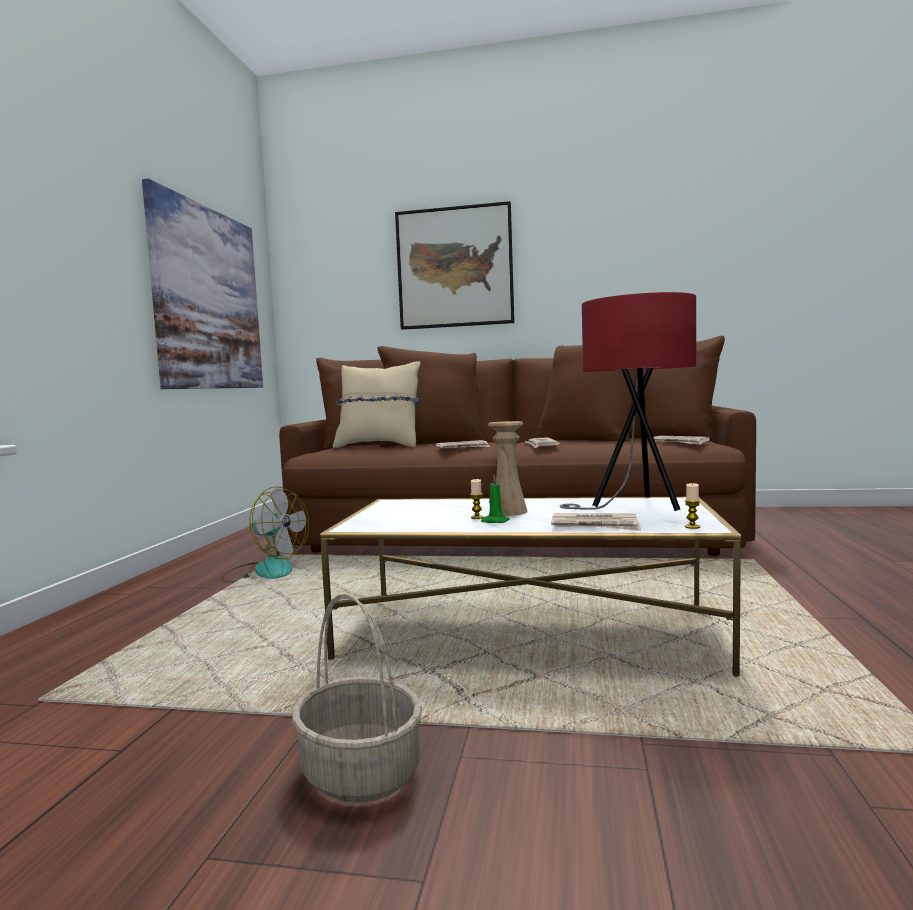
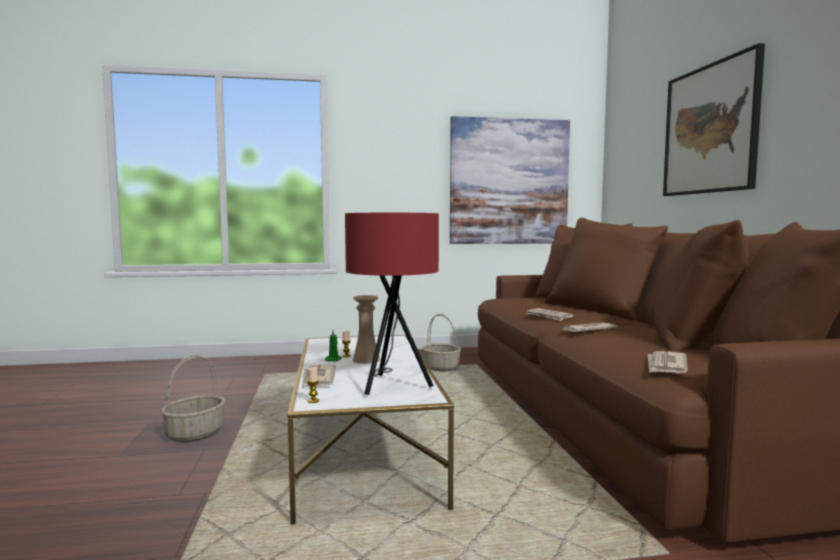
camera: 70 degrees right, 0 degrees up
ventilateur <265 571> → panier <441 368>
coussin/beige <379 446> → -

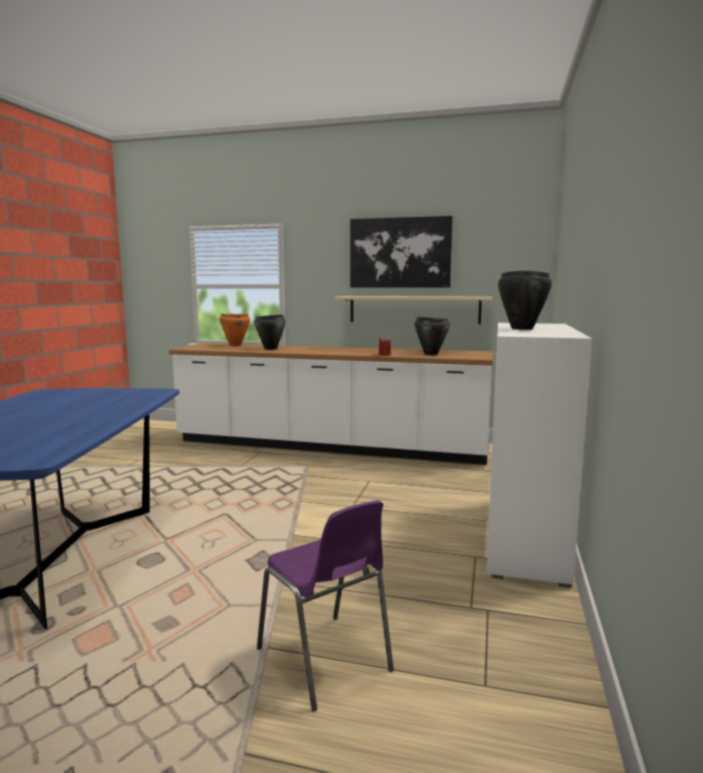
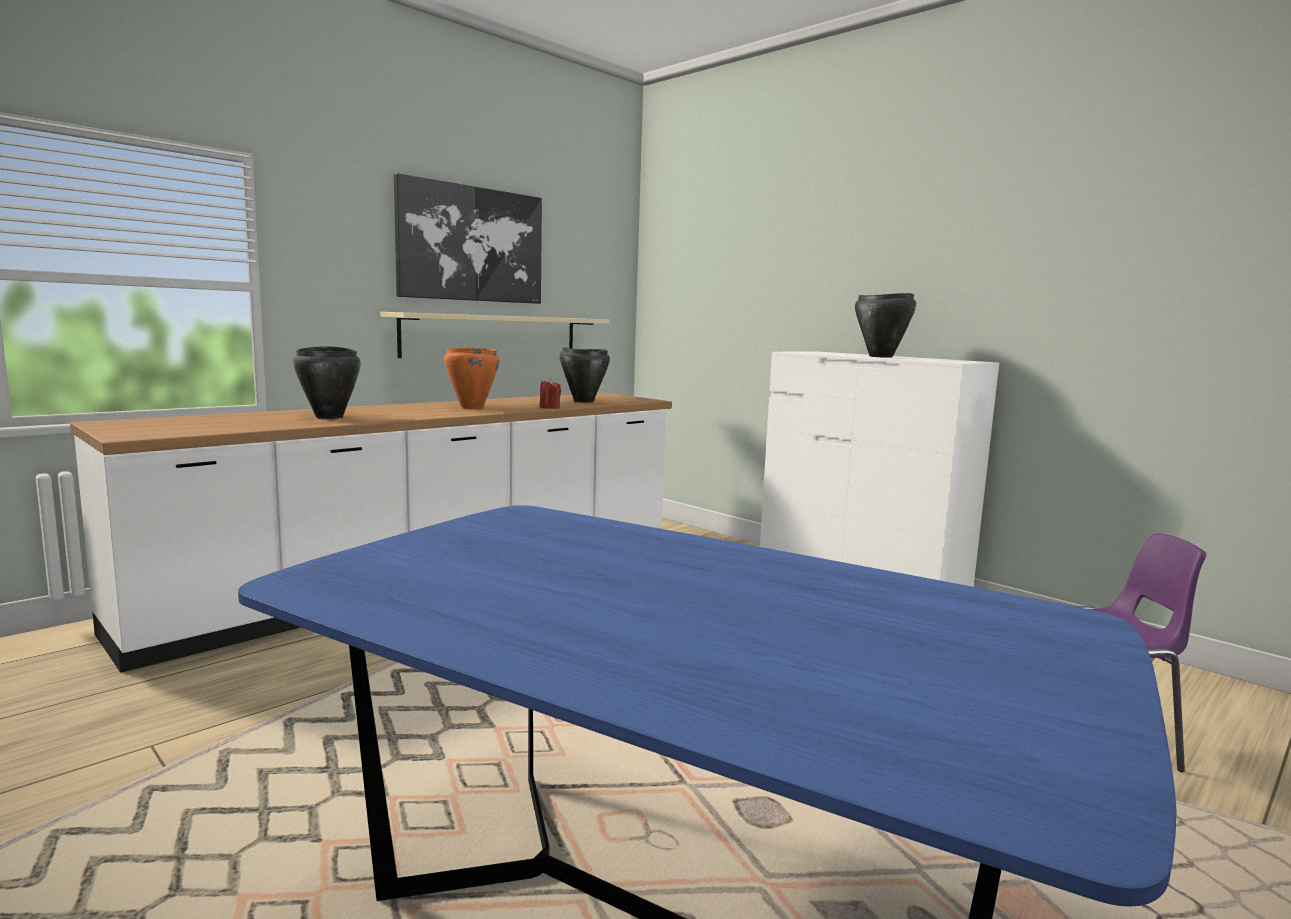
camera: 60 degrees left, 0 degrees up
marmite/orange <235 345> → marmite/orange <471 407>, moved

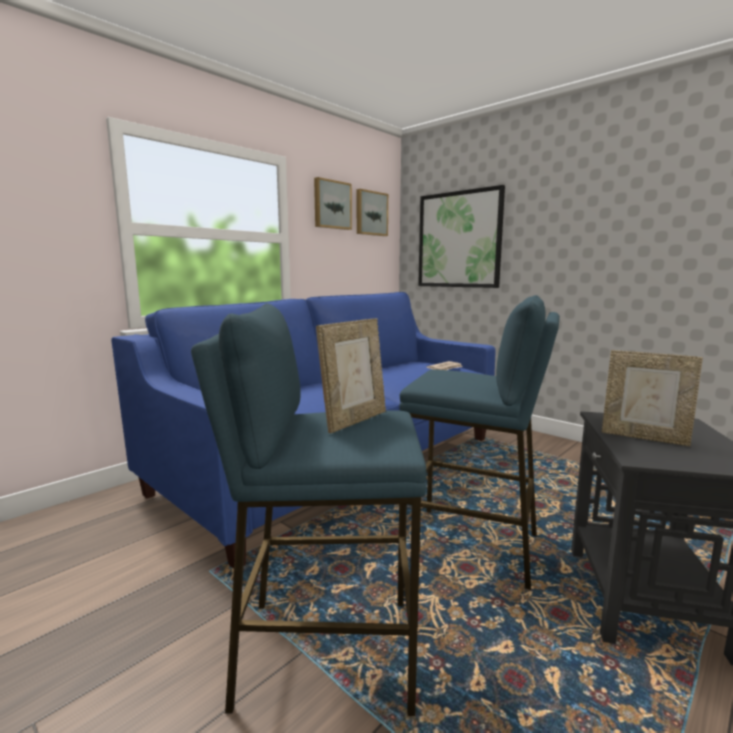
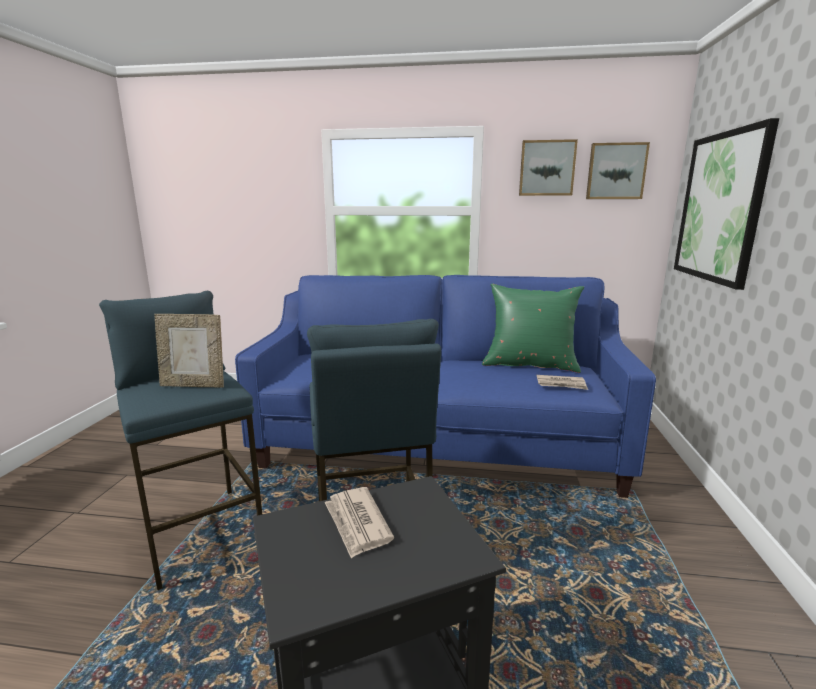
camera: 55 degrees right, 5 degrees up
cadre photo <644 437> → journal <357 523>
- → coussin/vert <530 364>

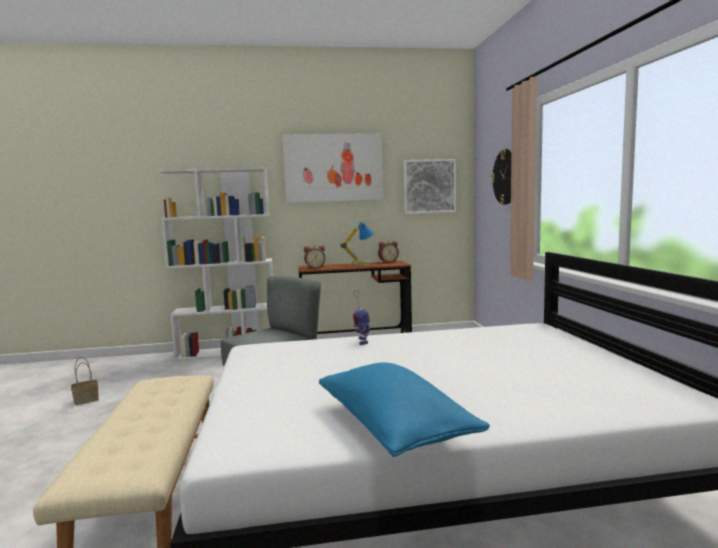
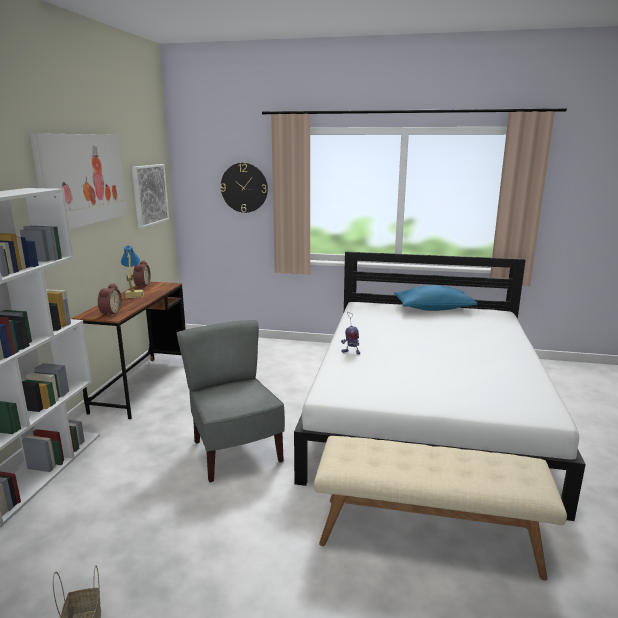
camera: 70 degrees left, 10 degrees up
coussin/bleu <393 427> → coussin/bleu <433 309>, moved

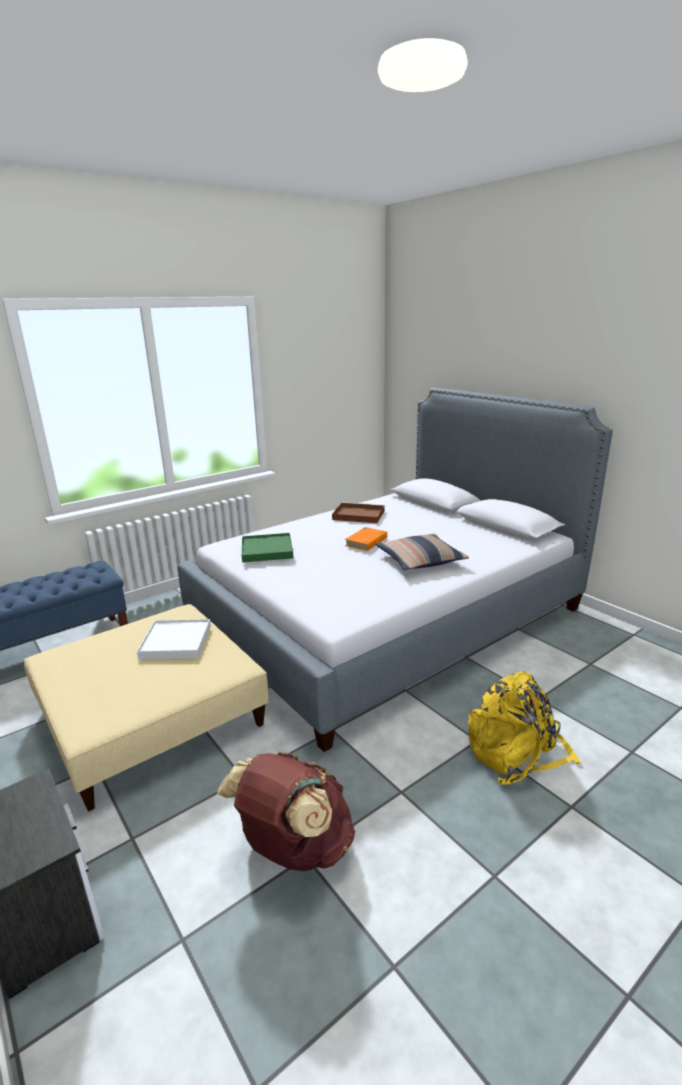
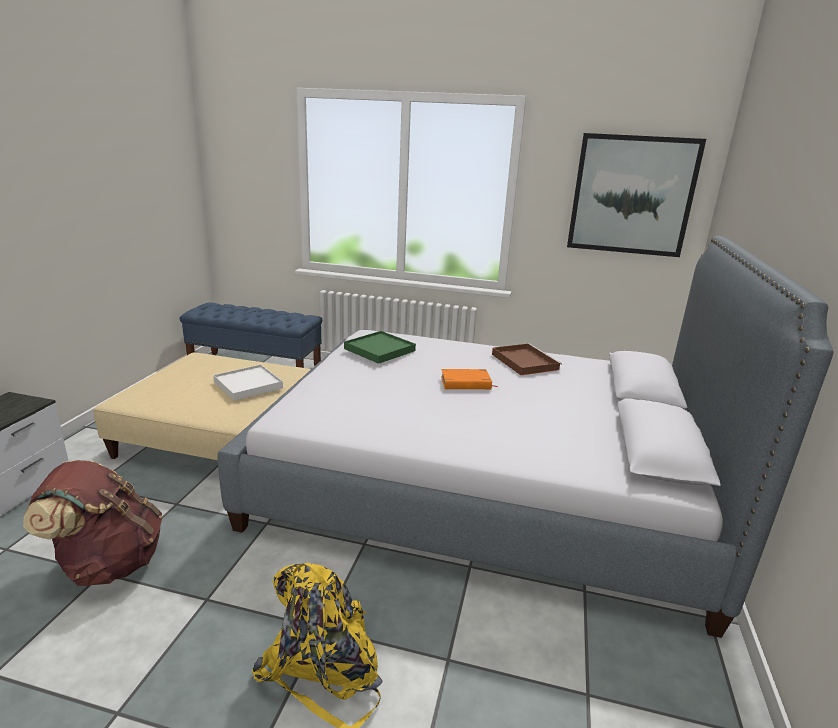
camera: 50 degrees right, 0 degrees up
coussin <420 560> → -
- → tableau <632 195>

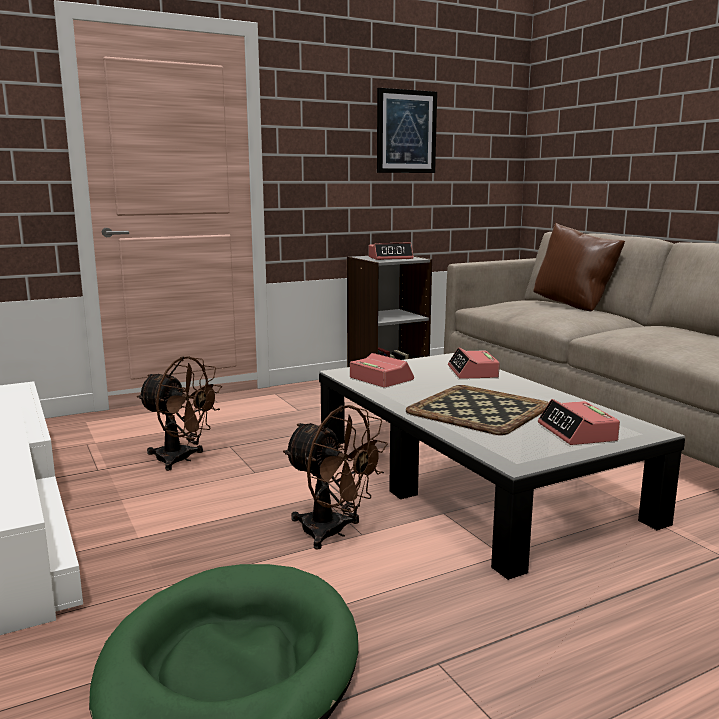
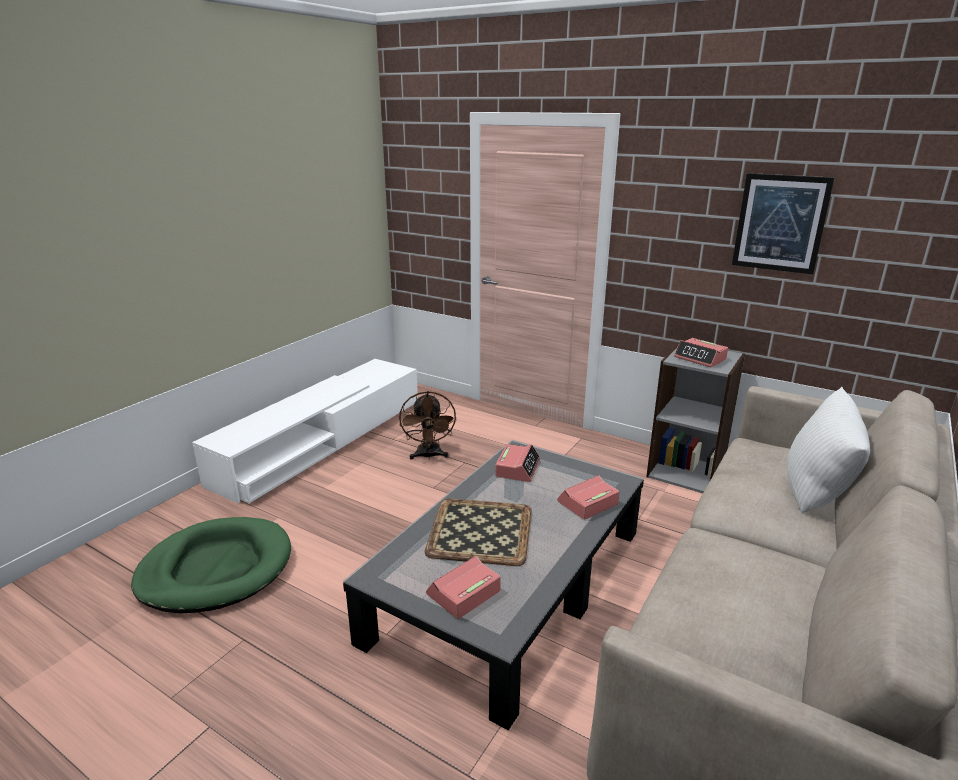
camera: 60 degrees right, 10 degrees up
ventilateur/marron <333 533> → -
coussin/marron <573 306> → coussin/blanc <817 496>

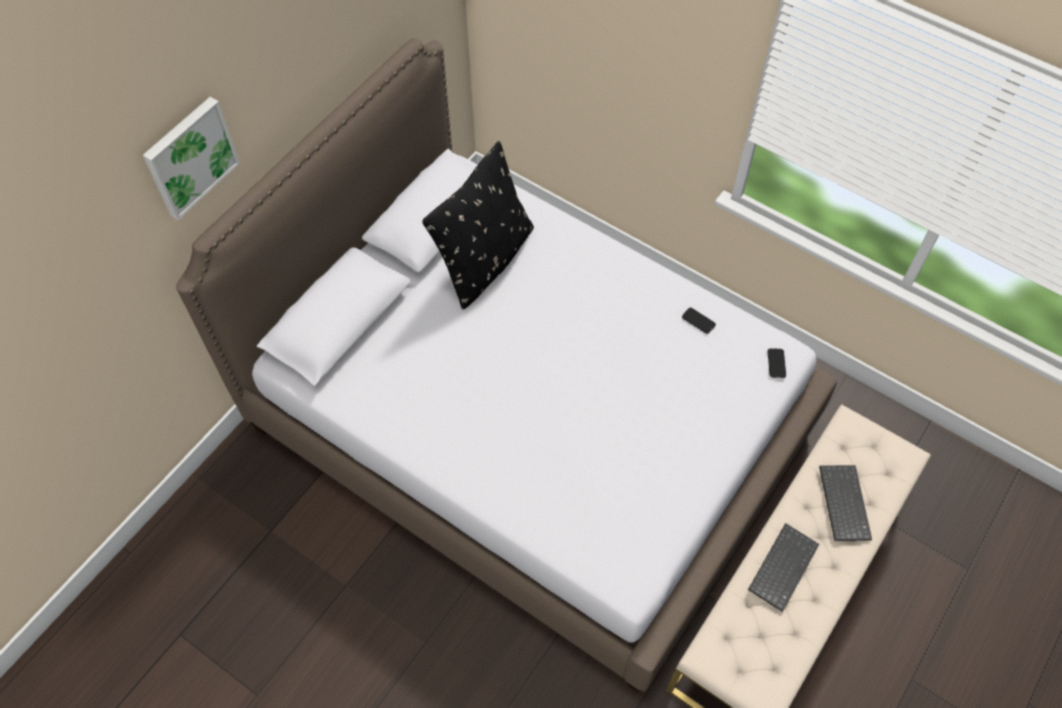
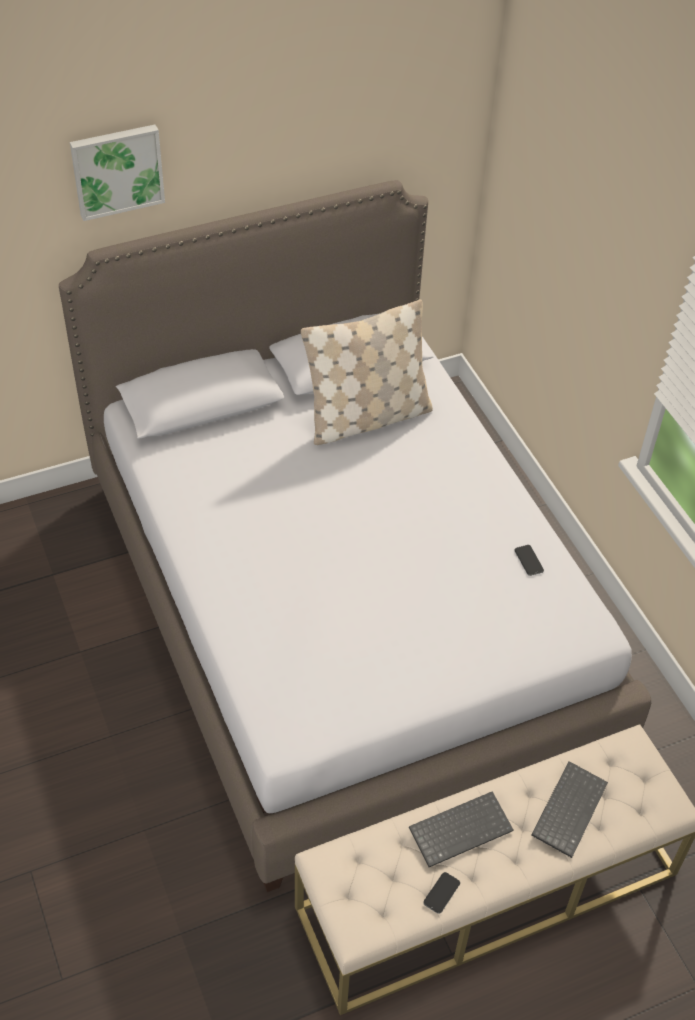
camera: 30 degrees right, 10 degrees down
coussin/noir <486 261> → coussin/beige <367 417>
téléphone <776 363> → téléphone <441 893>, moved

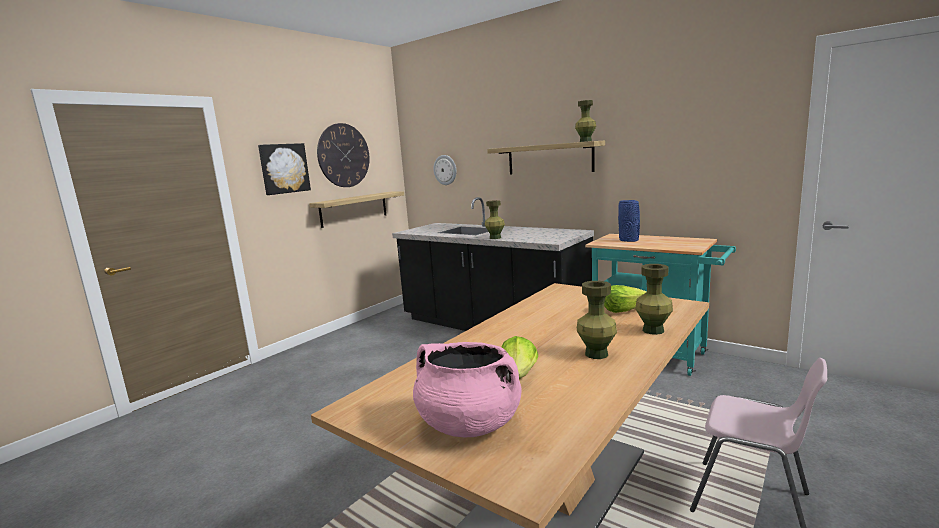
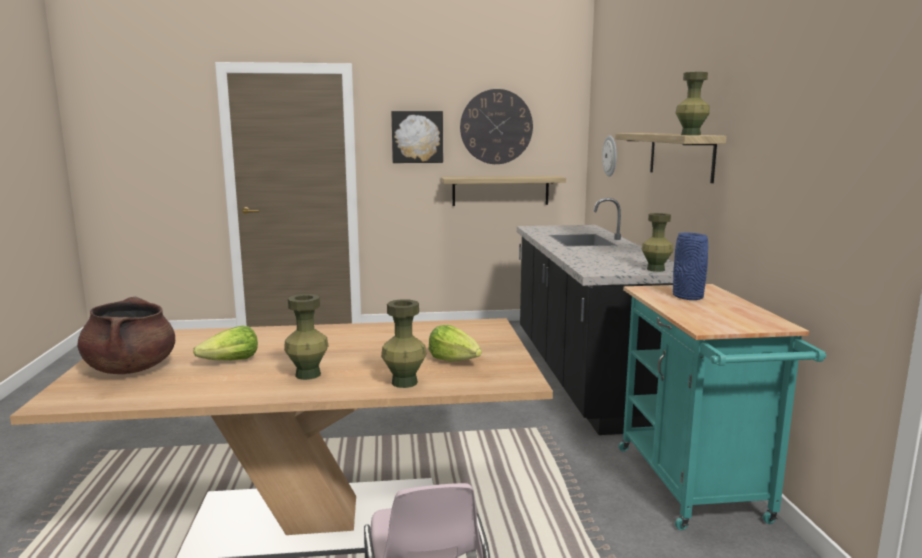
camera: 45 degrees right, 0 degrees up
marmite/rose <468 424> → marmite/marron <131 368>
vase/vert <495 238> → vase/vert <656 269>, moved

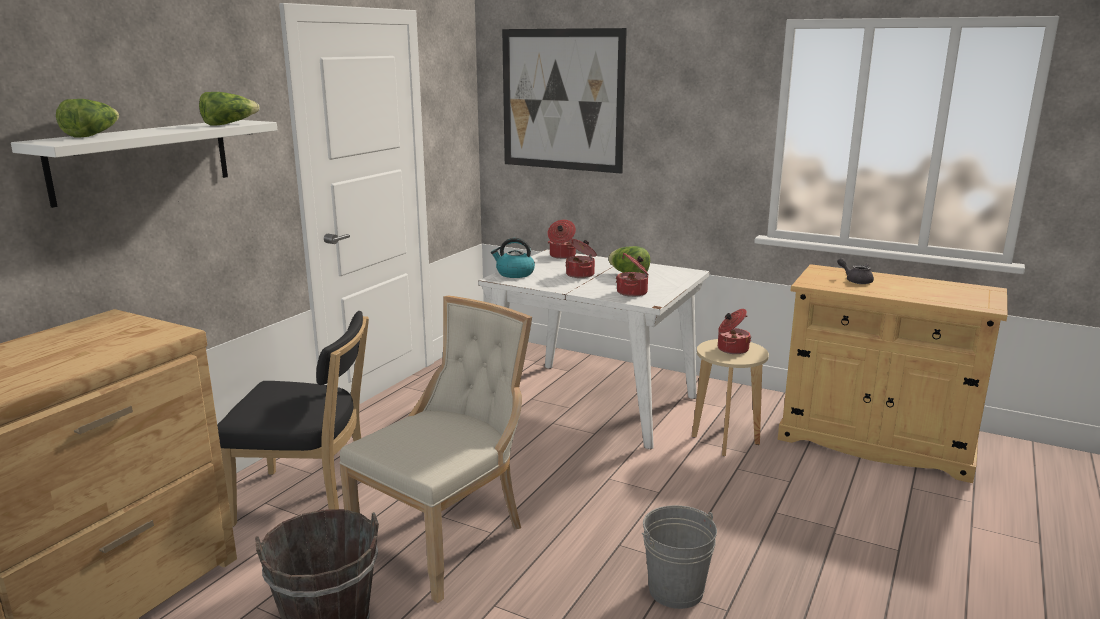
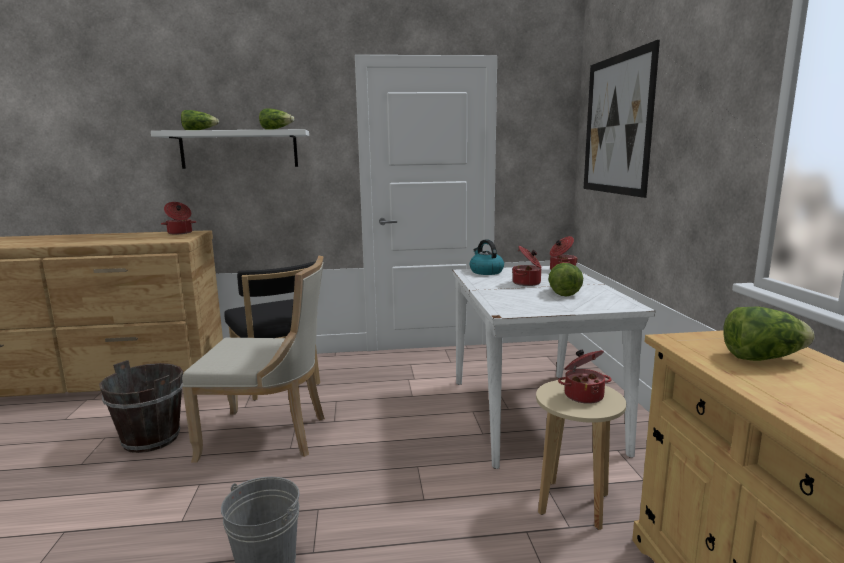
camera: 55 degrees right, 5 degrees down
marmite <633 292> → marmite <180 233>, moved
théière/gris <856 280> → laitue <762 358>

